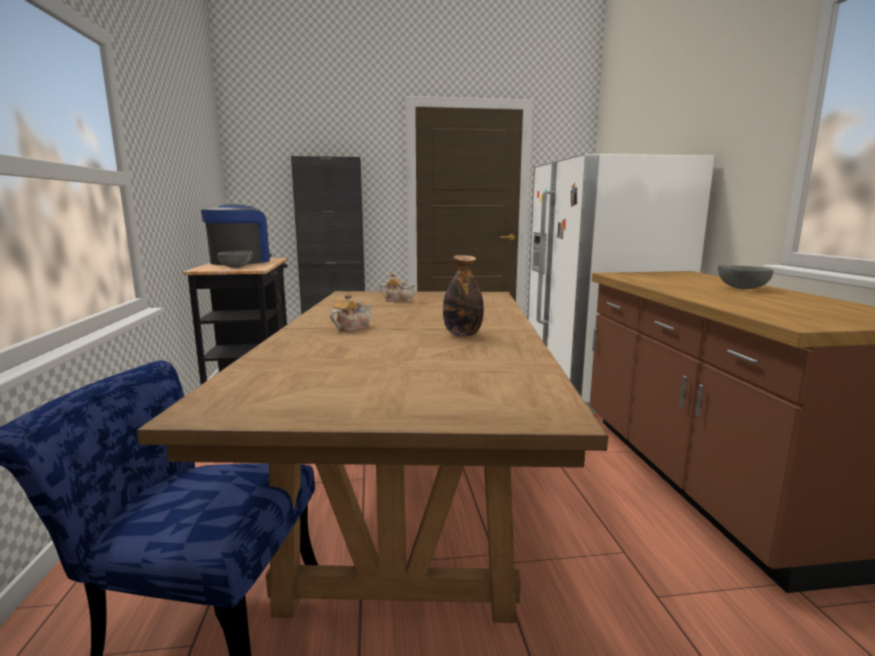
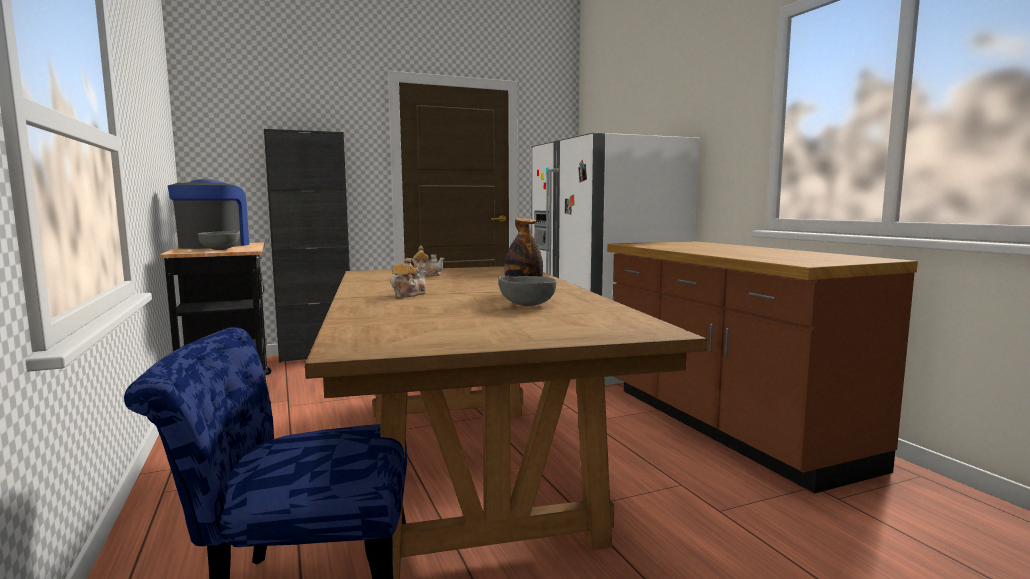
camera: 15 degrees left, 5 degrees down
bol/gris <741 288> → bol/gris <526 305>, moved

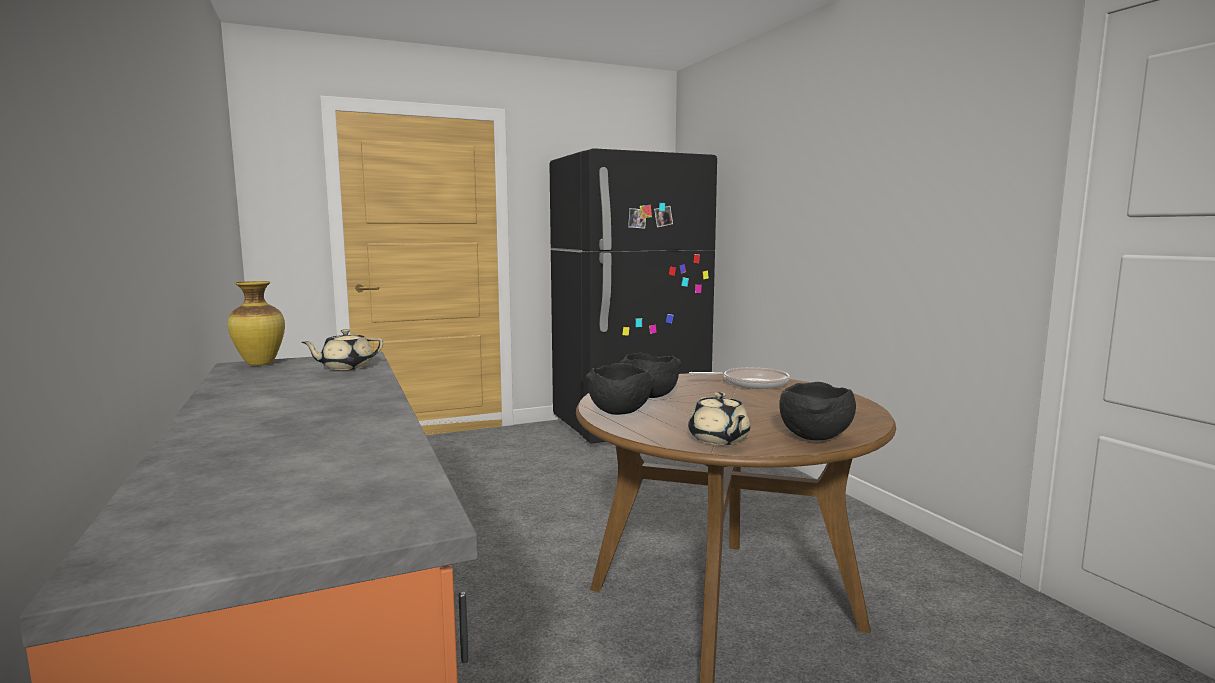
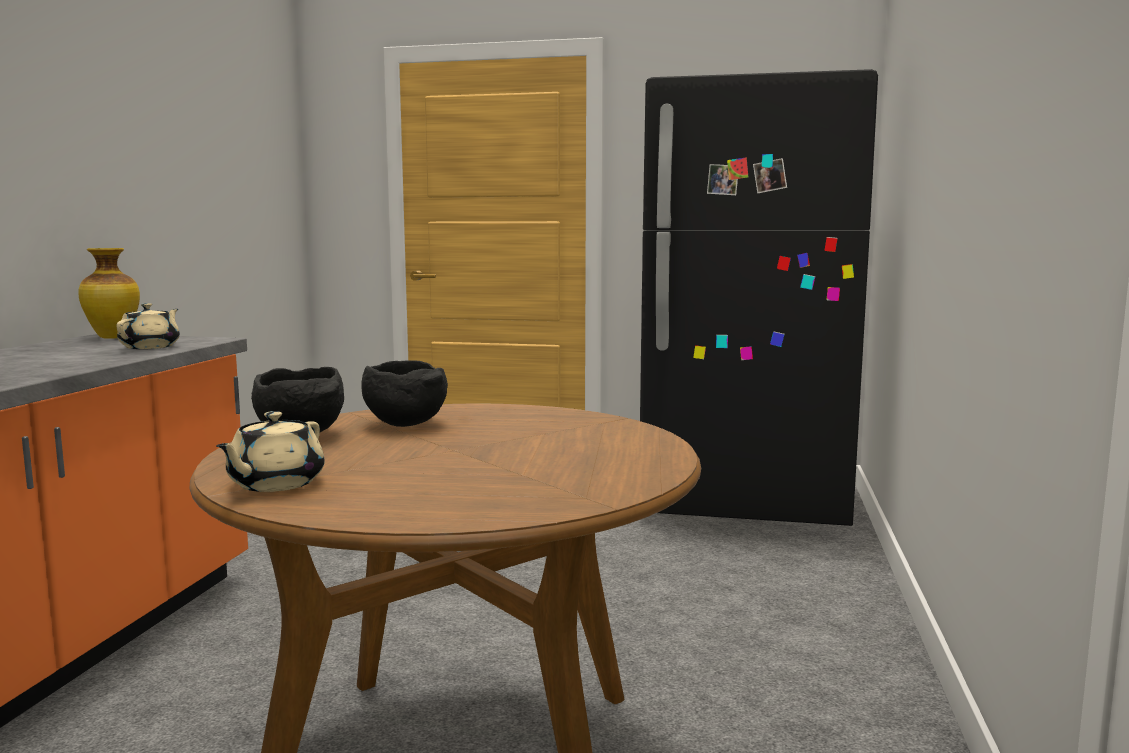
camera: 35 degrees right, 0 degrees up
théière/beige <346 367> → théière/beige <151 347>, 105 degrees clockwise
poêle <751 383> → -
bol/noir <815 438> → -

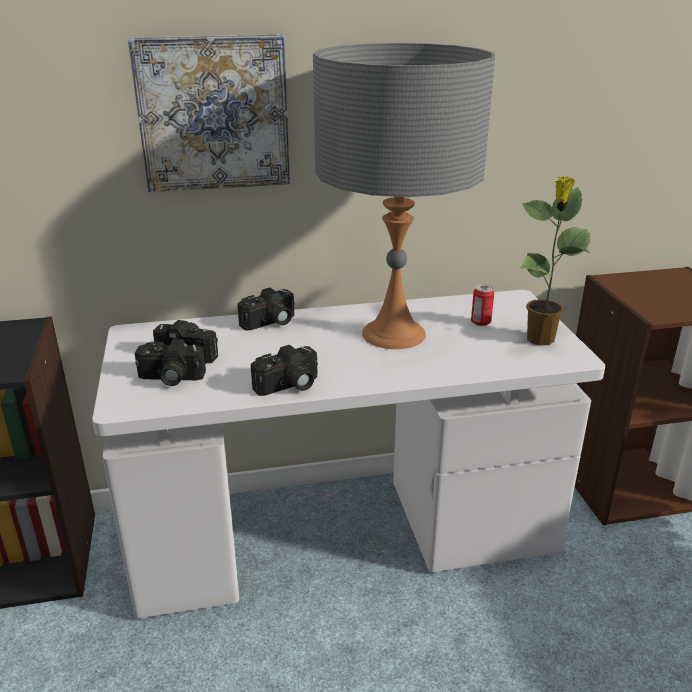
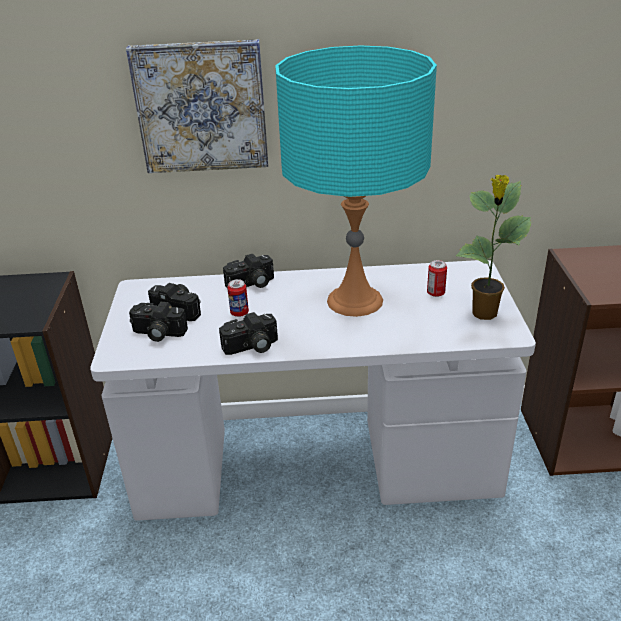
camera: 10 degrees right, 5 degrees up
lampe de table/gris <393 334> → lampe de table/turquoise <354 300>
- → boîte métallique <239 313>

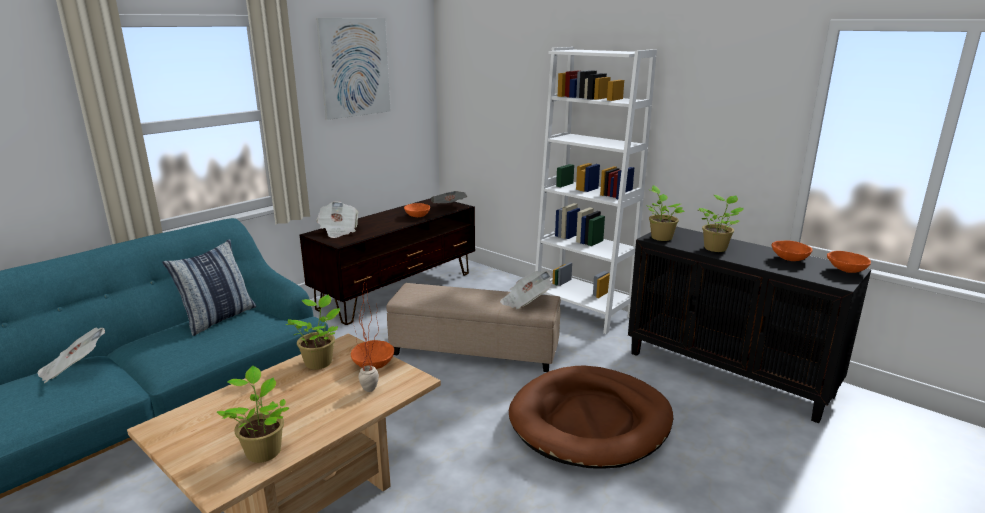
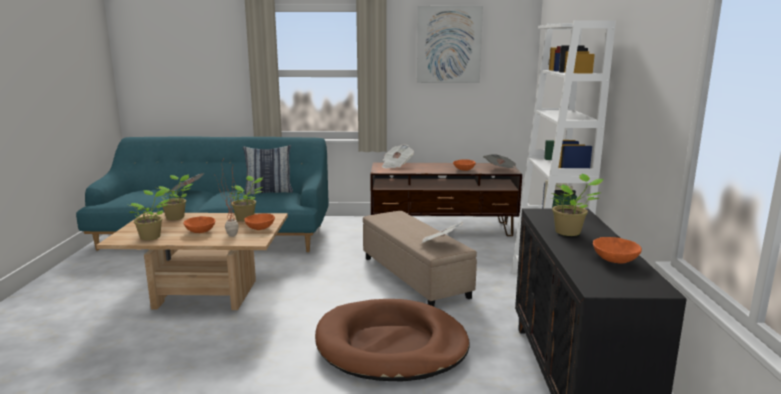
camera: 50 degrees right, 5 degrees down
plante en pot <660 237> → plante en pot <176 217>, moved
bol/orange <845 270> → bol/orange <200 231>, moved

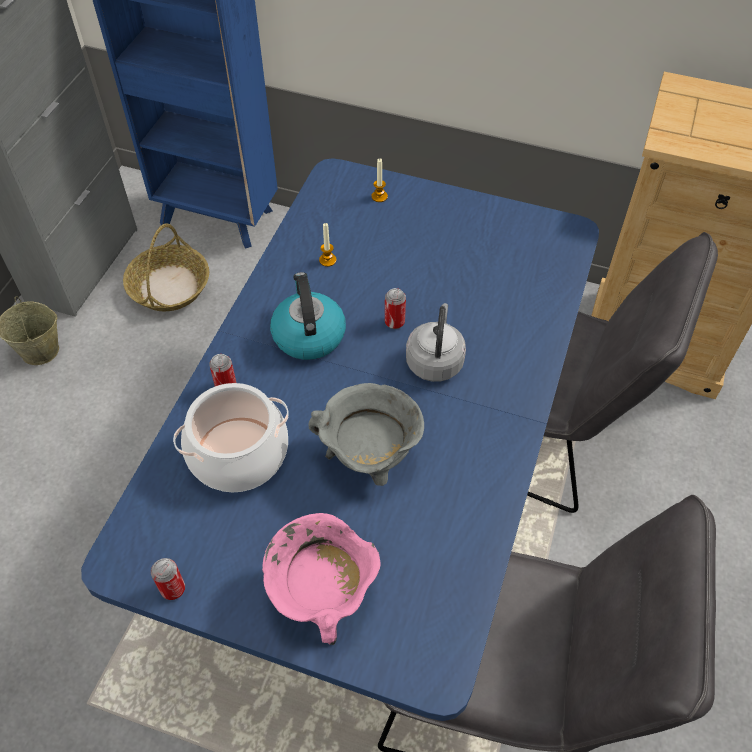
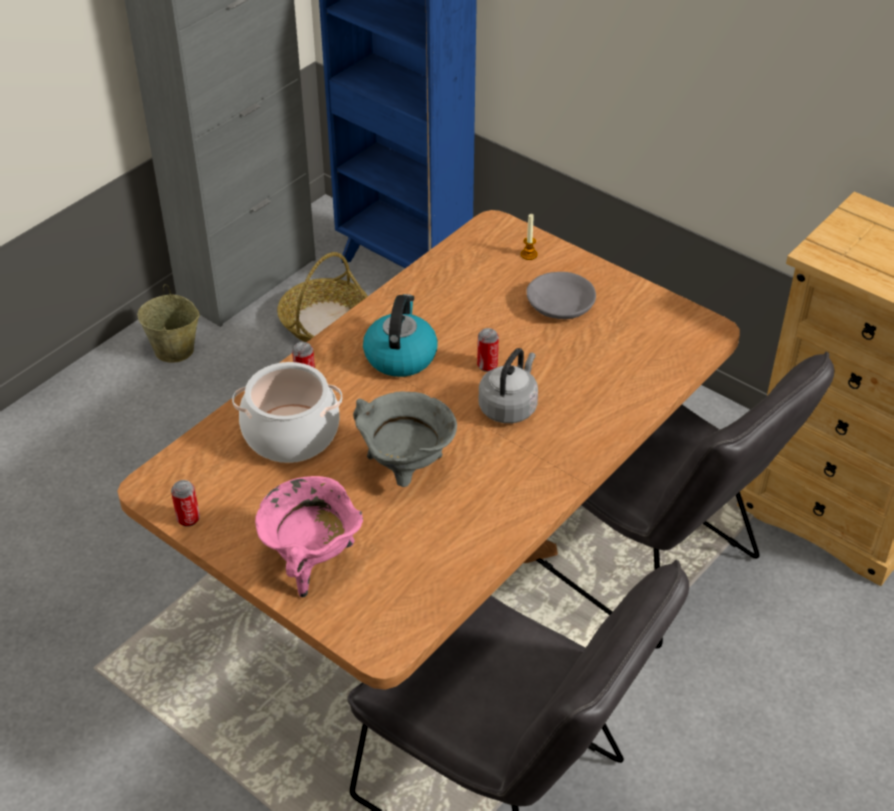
camera: 20 degrees right, 10 degrees down
table à manger/bleu <374 505> → table à manger/marron <445 581>
bougie <327 260> → -
- → bol/gris <559 305>

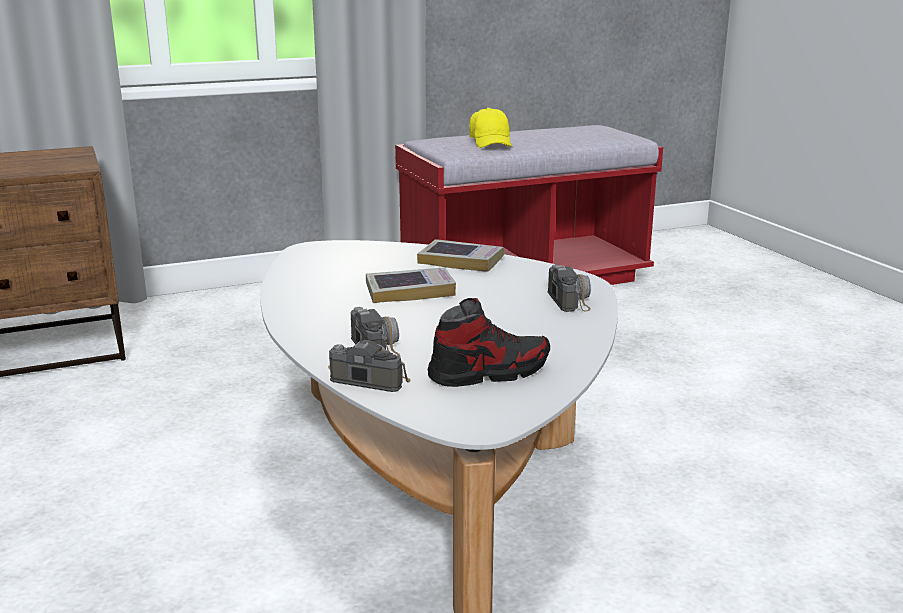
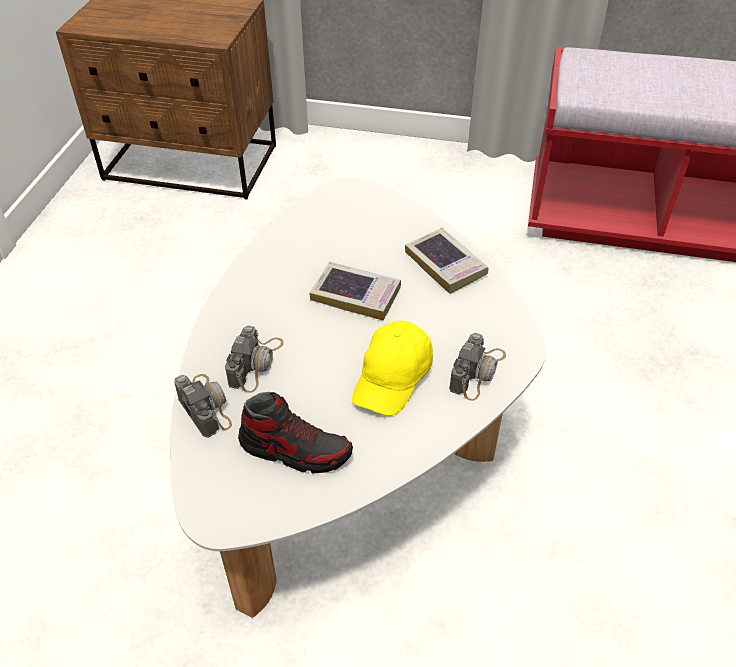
camera: 35 degrees right, 25 degrees up
casquette/jaune <491 142> → casquette/jaune <393 378>, moved

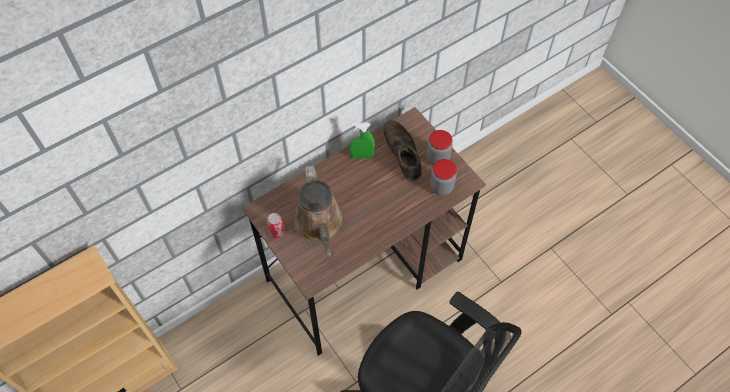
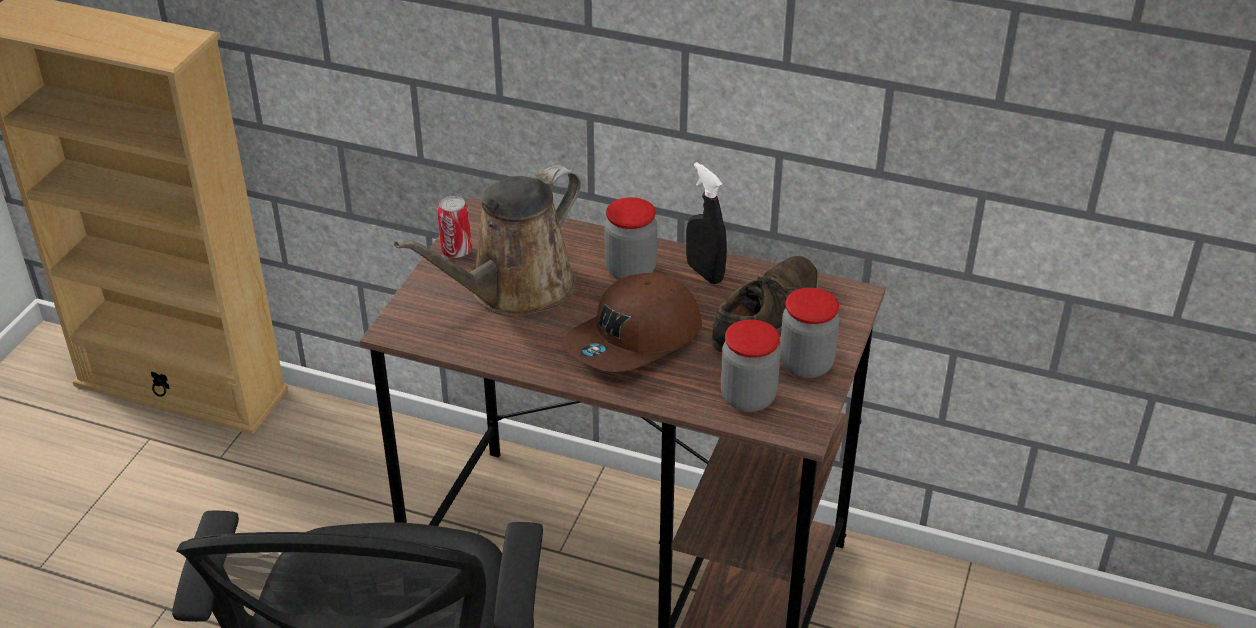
camera: 55 degrees right, 20 degrees down
vaporisateur/vert <362 156> → vaporisateur/noir <704 273>
- → casquette/marron <634 340>
- → bocal <630 270>

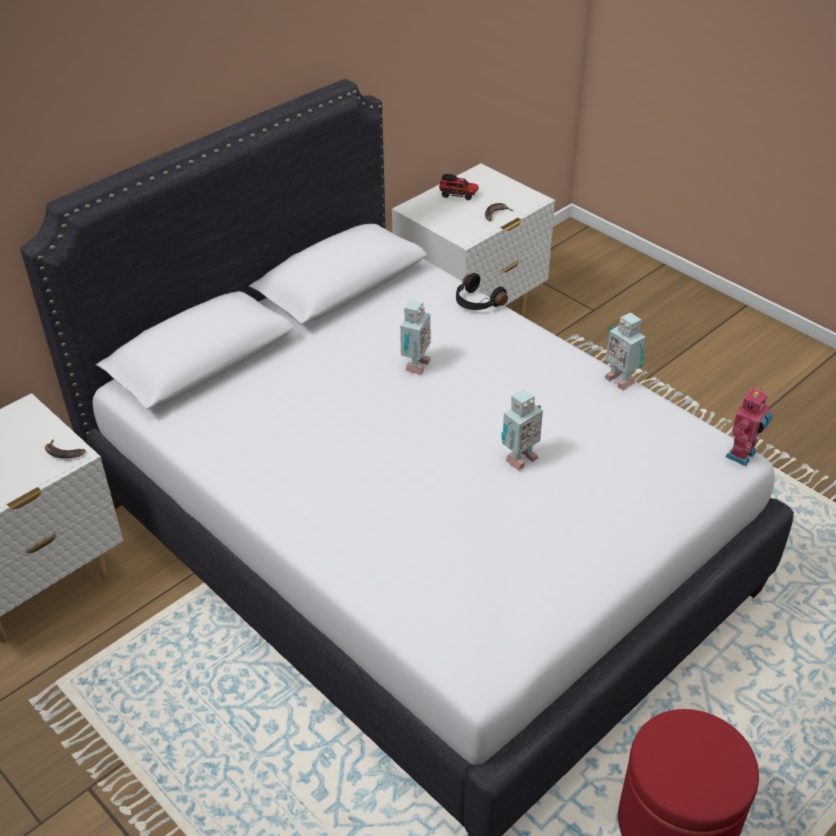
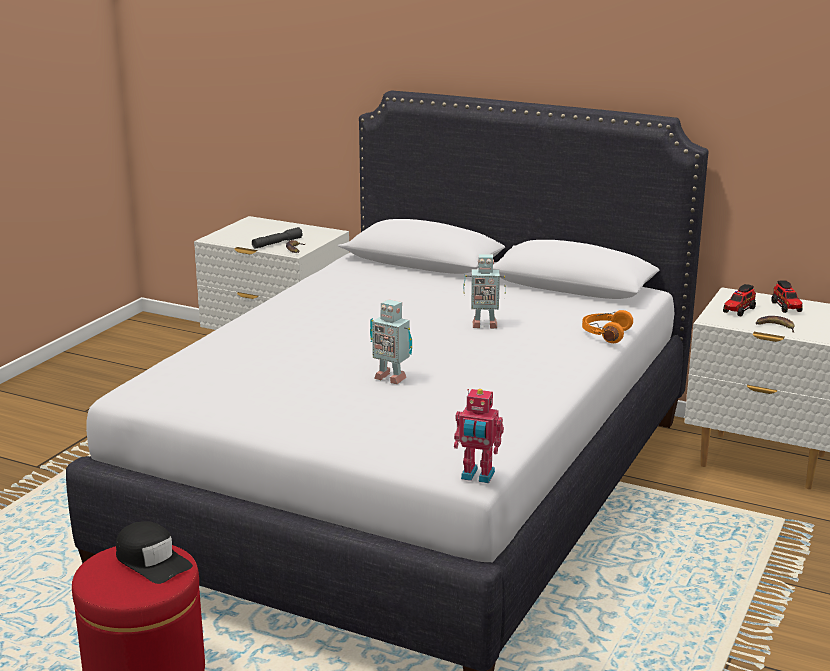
camera: 70 degrees right, 20 degrees down
casque audio/noir <477 302> → casque audio/orange <605 334>
robot jouet <620 379> → -
- → casquette/noir <152 561>
- → lampe de poche/gris <277 243>
- → camion jouet <738 311>

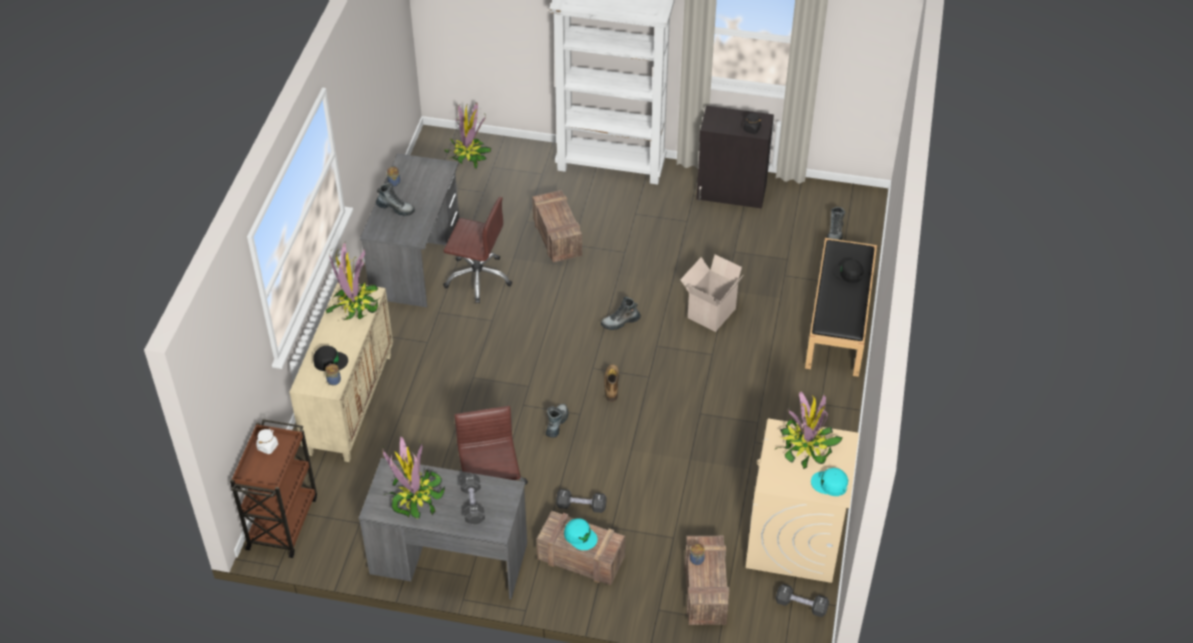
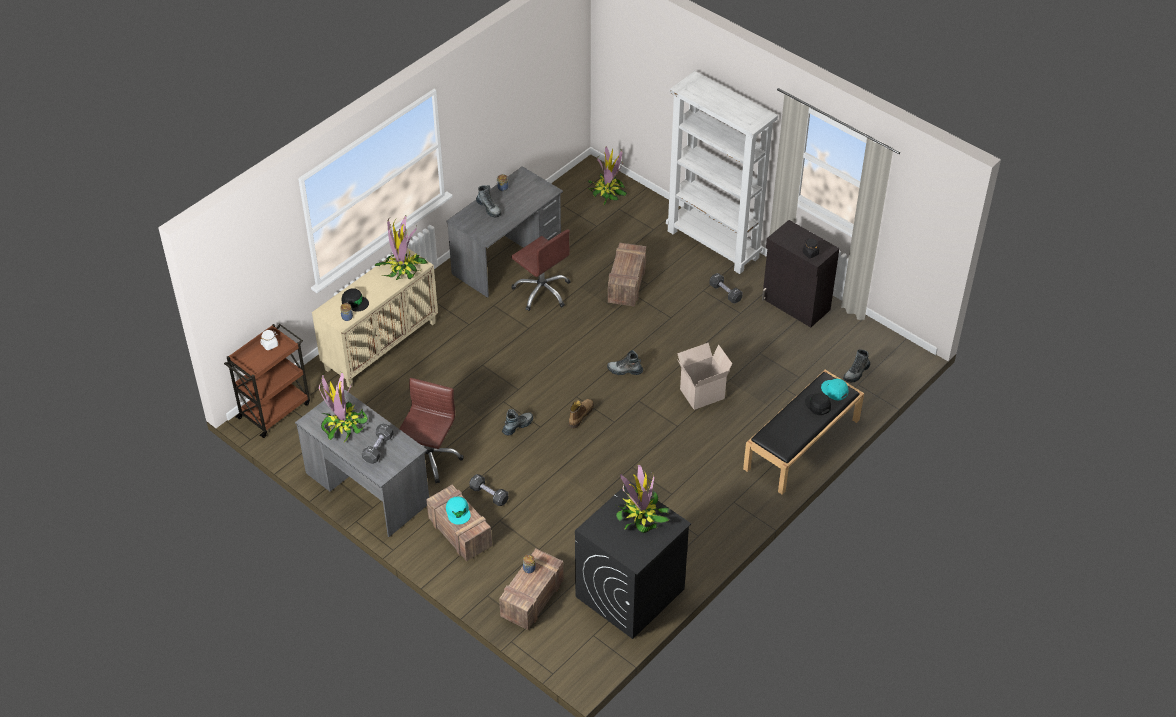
camera: 30 degrees right, 0 degrees up
lave-linge/beige <794 539> → lave-linge/noir <629 593>
haltère/noir <801 605> → haltère/noir <725 293>, moved
casquette/turquoise <830 484> → casquette/turquoise <834 390>, moved

